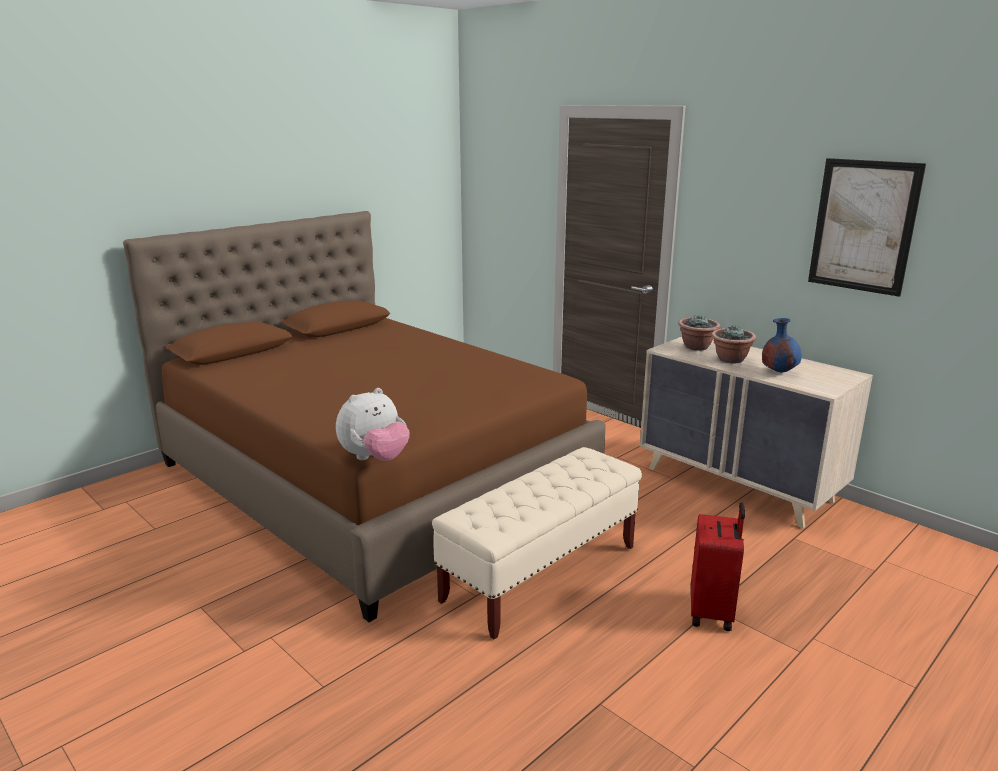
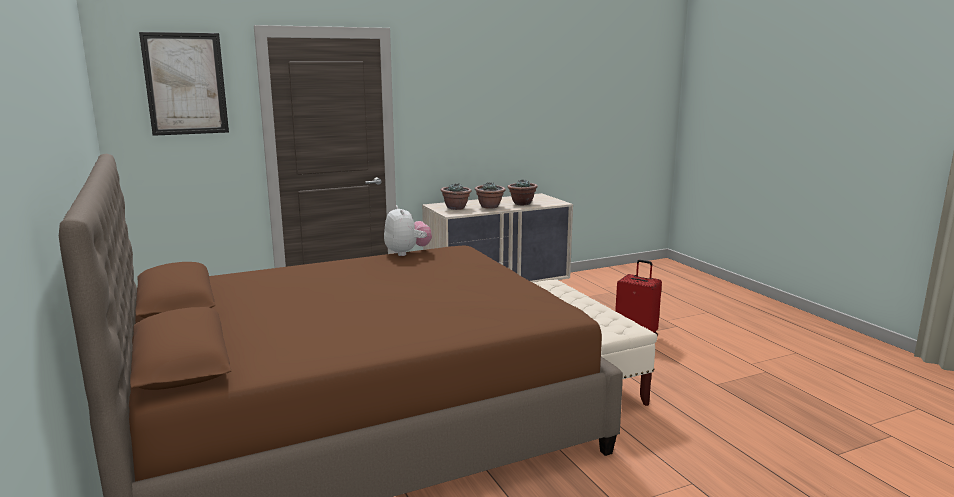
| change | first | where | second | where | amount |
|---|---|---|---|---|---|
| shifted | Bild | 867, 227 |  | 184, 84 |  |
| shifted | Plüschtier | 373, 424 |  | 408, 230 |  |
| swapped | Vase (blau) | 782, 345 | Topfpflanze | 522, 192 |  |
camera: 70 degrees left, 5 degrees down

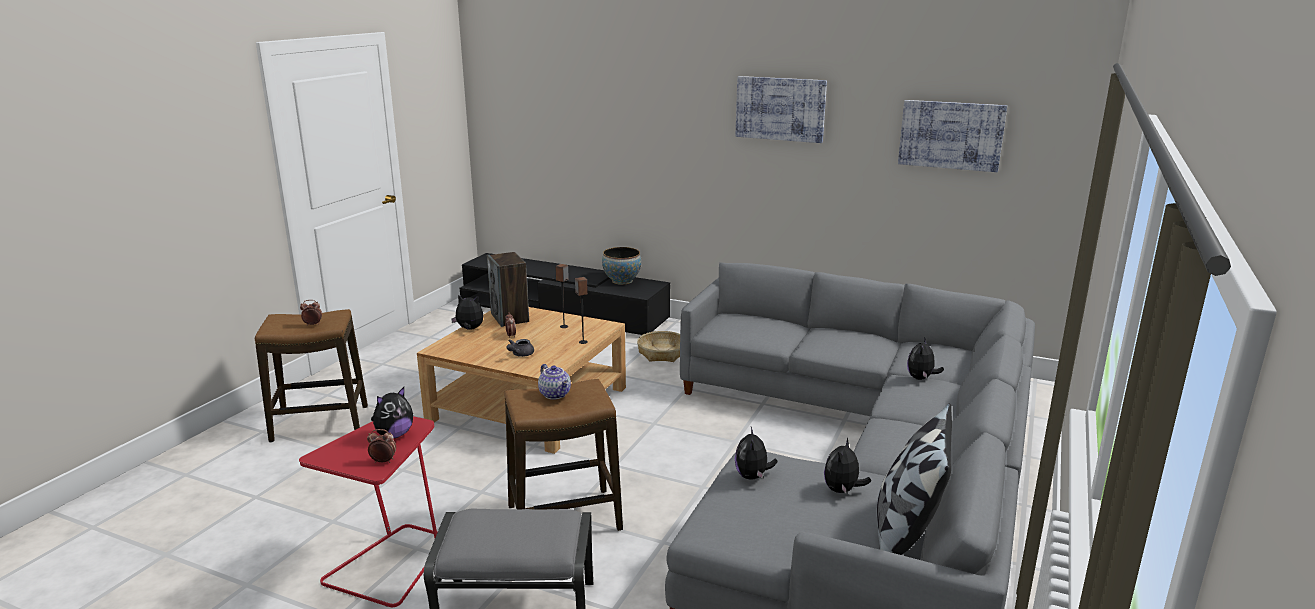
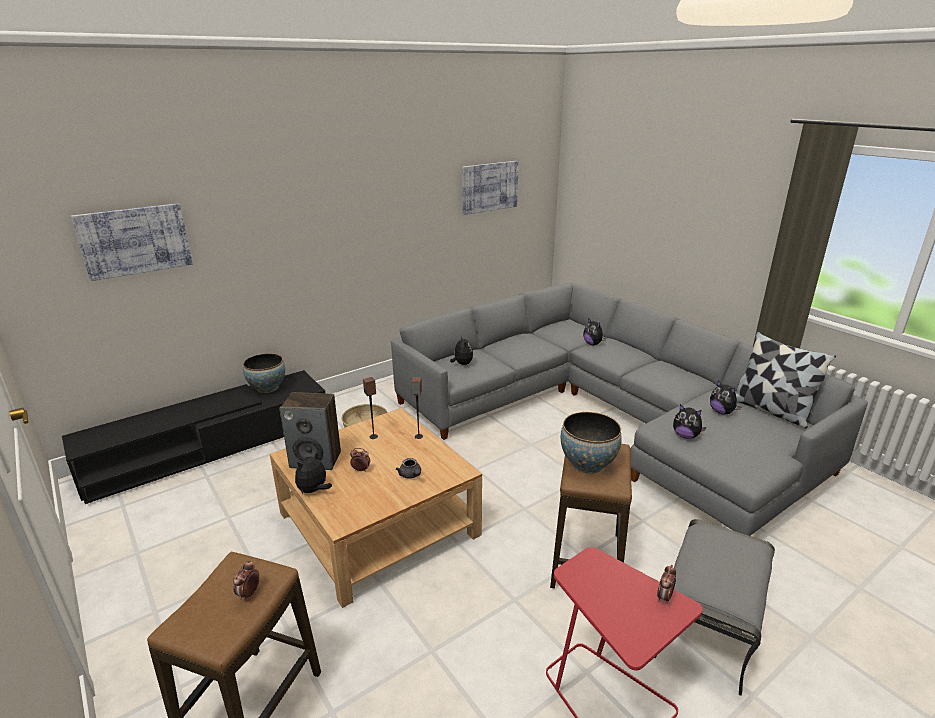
| change | first | where | second | where | amount |
|---|---|---|---|---|---|
| shifted | Bild | 781, 109 |  | 132, 242 |  |
| shifted | Plüschtier | 392, 413 |  | 461, 350 |  |
| swapped | Teekanne | 554, 382 | Schüssel | 591, 443 |  |
camera: 60 degrees left, 5 degrees up

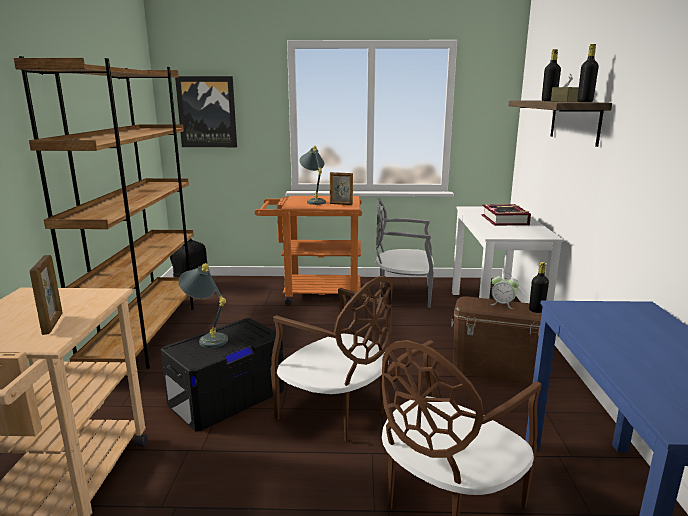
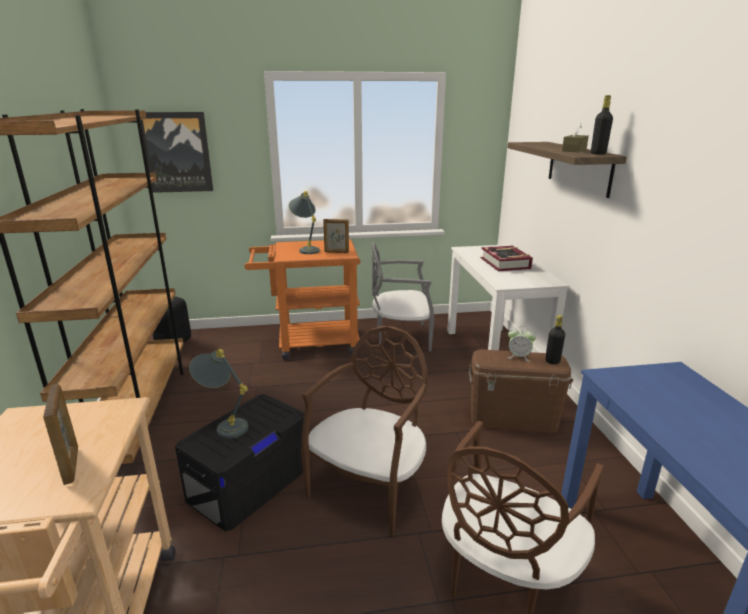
| change | first | where | second | where | amount |
|---|---|---|---|---|---|
| rotated | Stuhl (braun) | 332, 359 |  | 364, 431 | 90 degrees counterclockwise |
| gone | Flasche (schwarz) | 551, 75 |  |  |  |
camera: 10 degrees left, 5 degrees up

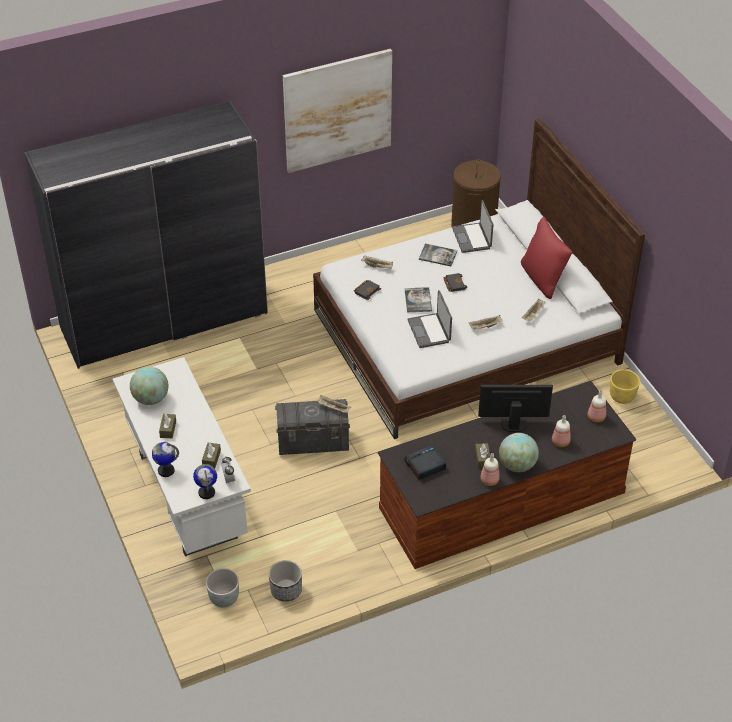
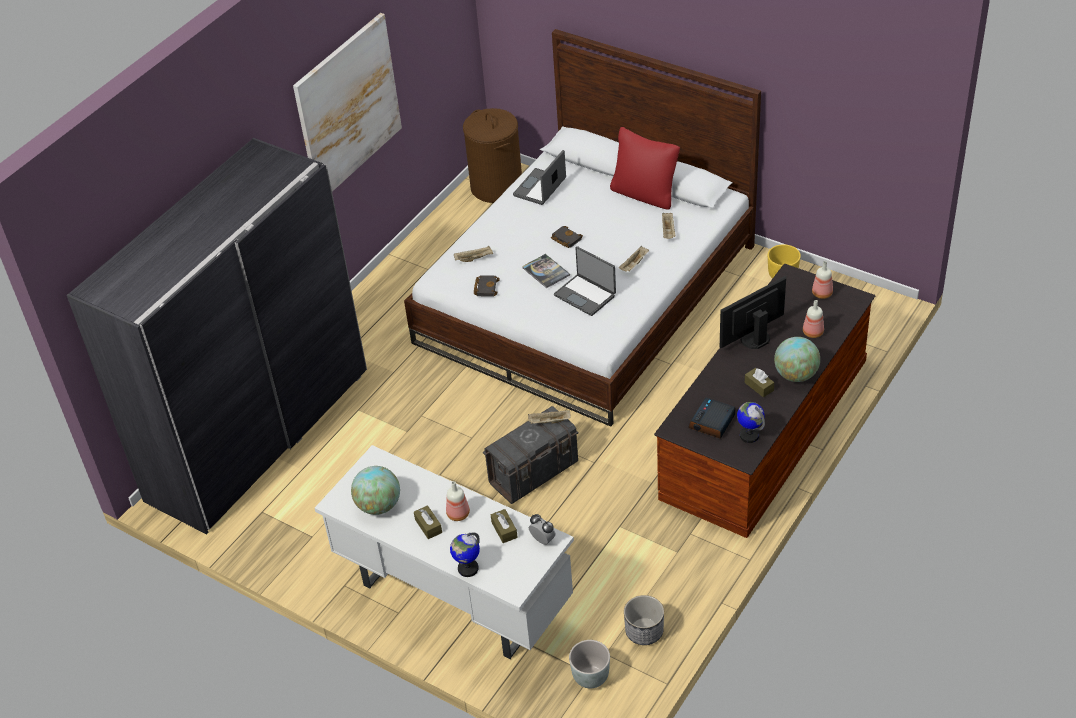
| change | first | where | second | where | amount |
|---|---|---|---|---|---|
| shifted | Flasche | 490, 469 |  | 458, 501 |  |
| rotated | Laptop | 472, 226 |  | 539, 177 | 75 degrees clockwise |
| shifted | Globus | 205, 481 |  | 751, 422 |  |
| gone | Buch | 438, 254 |  |  |  |
camera: 30 degrees left, 0 degrees up

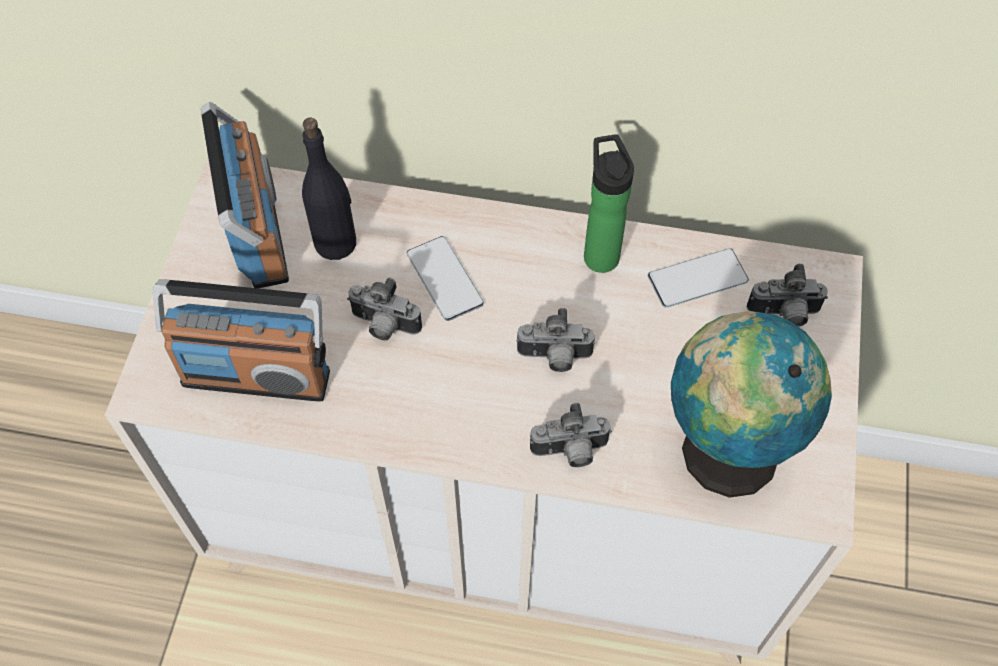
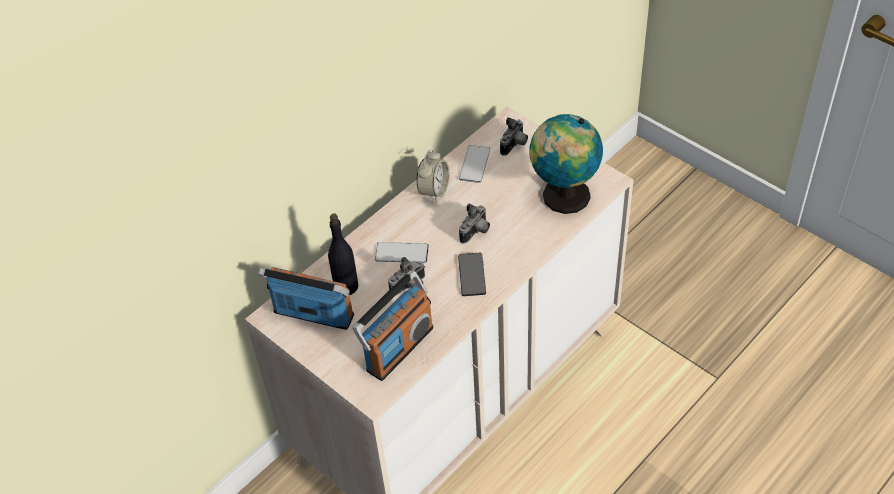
| change | first | where | second | where | amount |
|---|---|---|---|---|---|
| swapped | Flasche | 609, 204 | Wecker | 433, 176 |  |
| new |  |  | Handy | 472, 274 |  |
| gone | Kamera | 571, 435 |  |  |  |
camera: 55 degrees left, 10 degrees down

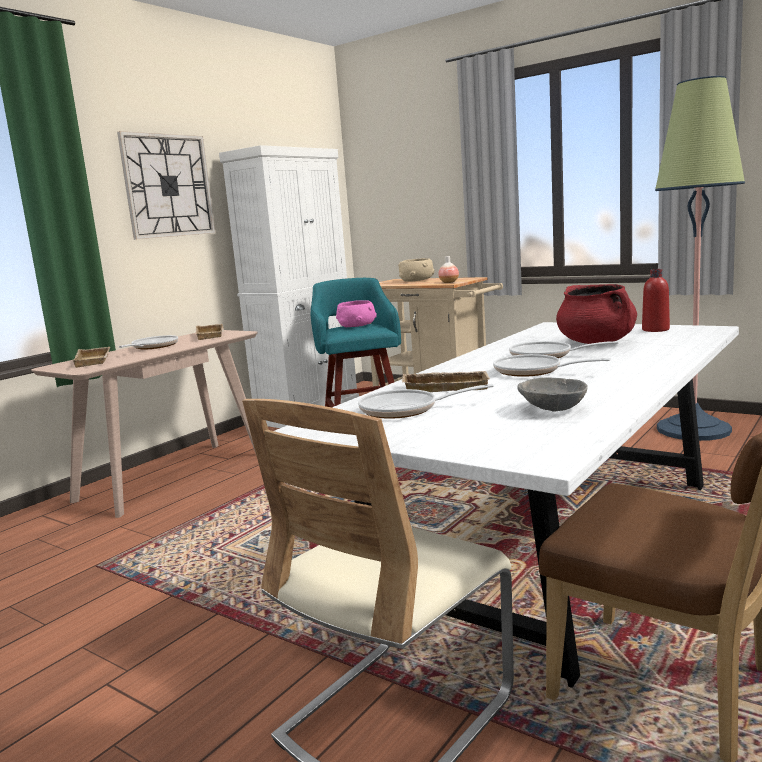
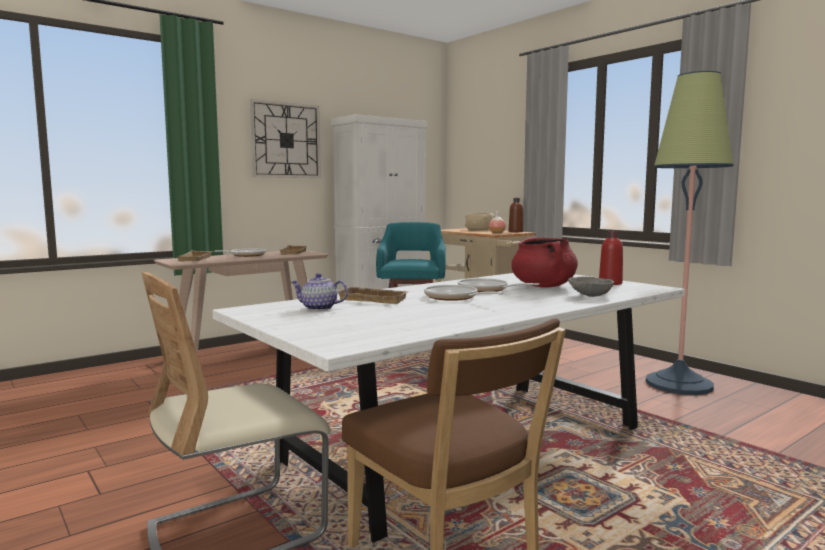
| change | first | where | second | where | amount |
|---|---|---|---|---|---|
| swapped | Pfanne | 426, 401 | Teekanne | 319, 292 |  |
| new |  |  | Flasche (braun) | 516, 215 |  |
| shifted | Schüssel (grau) | 552, 394 |  | 591, 287 |  |
| gone | Schüssel (rosa) | 356, 313 |  |  |  |
camera: 15 degrees right, 5 degrees down

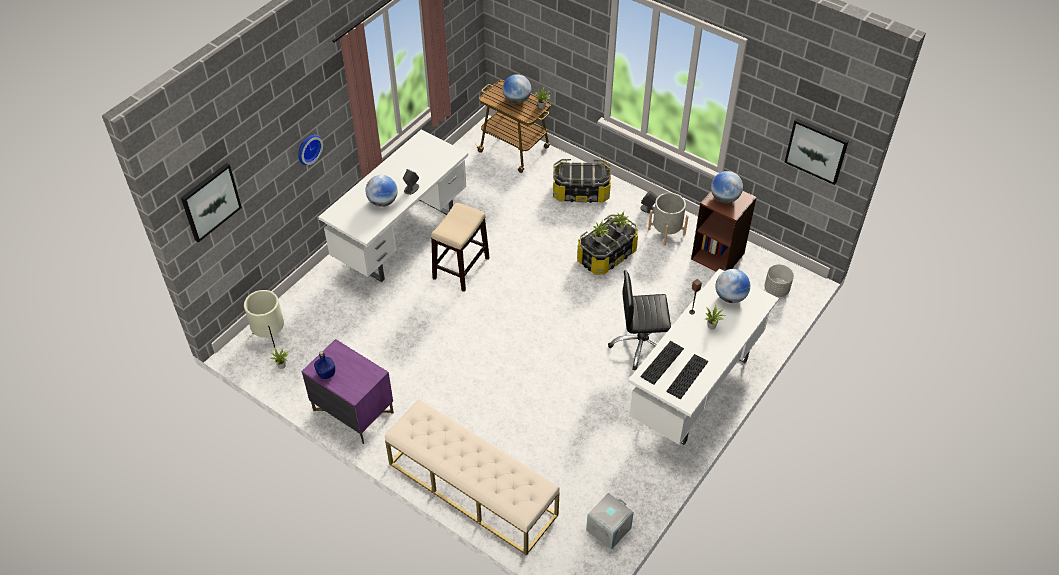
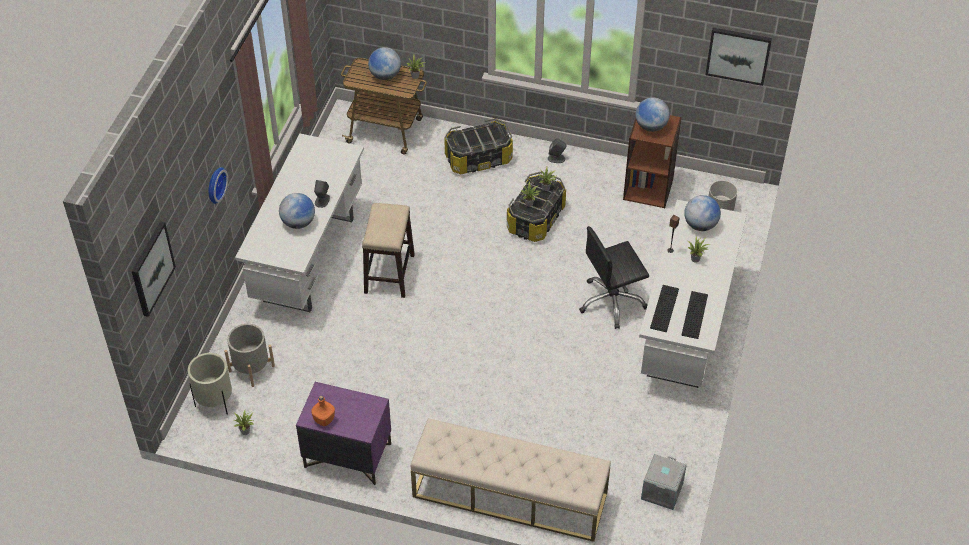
| change | first | where | second | where | amount |
|---|---|---|---|---|---|
| shifted | Pflanzkübel (grau) | 668, 219 |  | 249, 355 |  |
| repainted | Flasche (blau) | 324, 365 | Flasche (orange) | 323, 410 |  |
camera: 20 degrees left, 0 degrees up

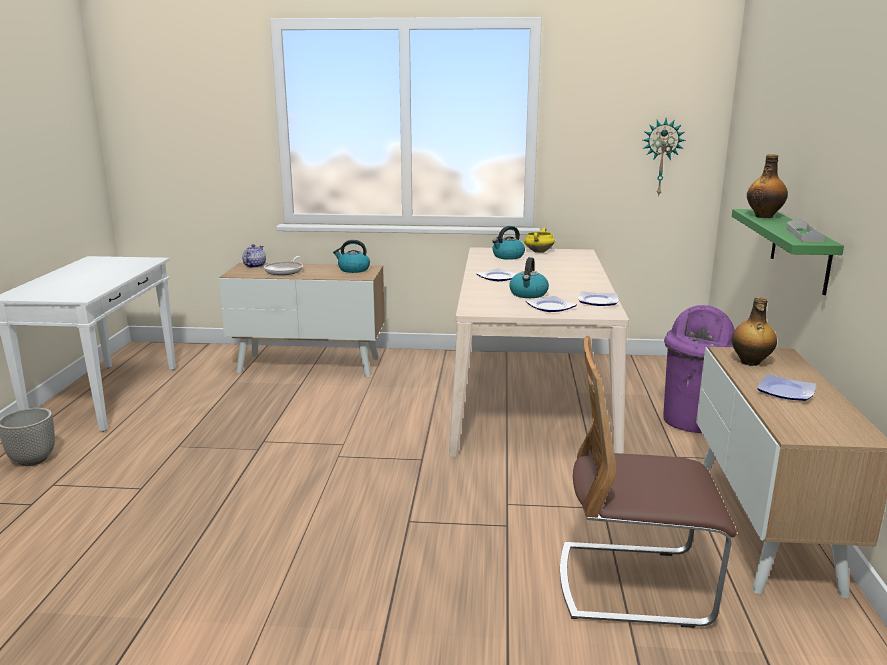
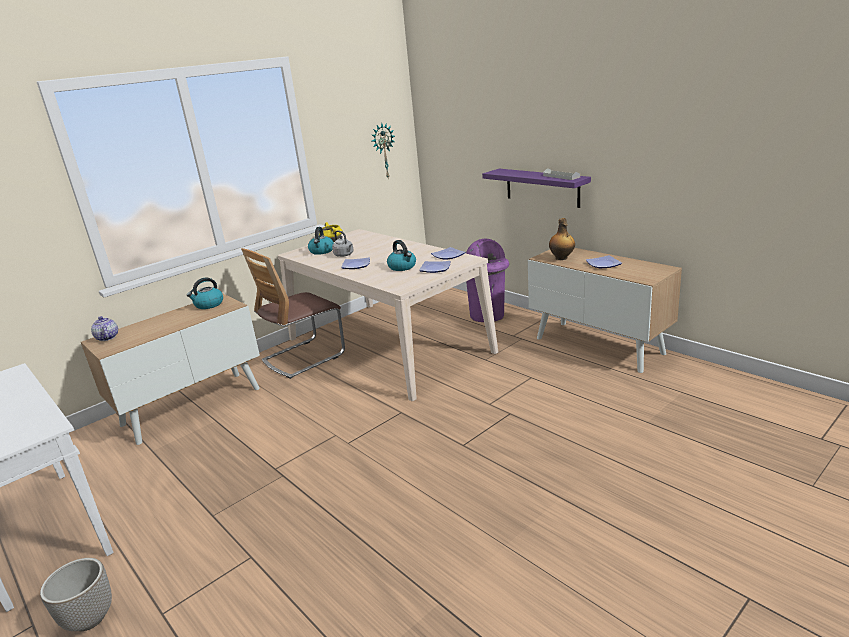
| change | first | where | second | where | amount |
|---|---|---|---|---|---|
| shifted | Stuhl | 648, 482 |  | 293, 313 |  |
| new |  |  | Wasserkessel (grau) | 342, 243 |  |
| repainted | Wandregal (grün) | 788, 252 | Wandregal (lila) | 536, 188 |  |
| gone | Pfanne | 283, 265 |  |  |  |
| gone | Flasche | 767, 186 |  |  |  |
camera: 45 degrees left, 5 degrees up

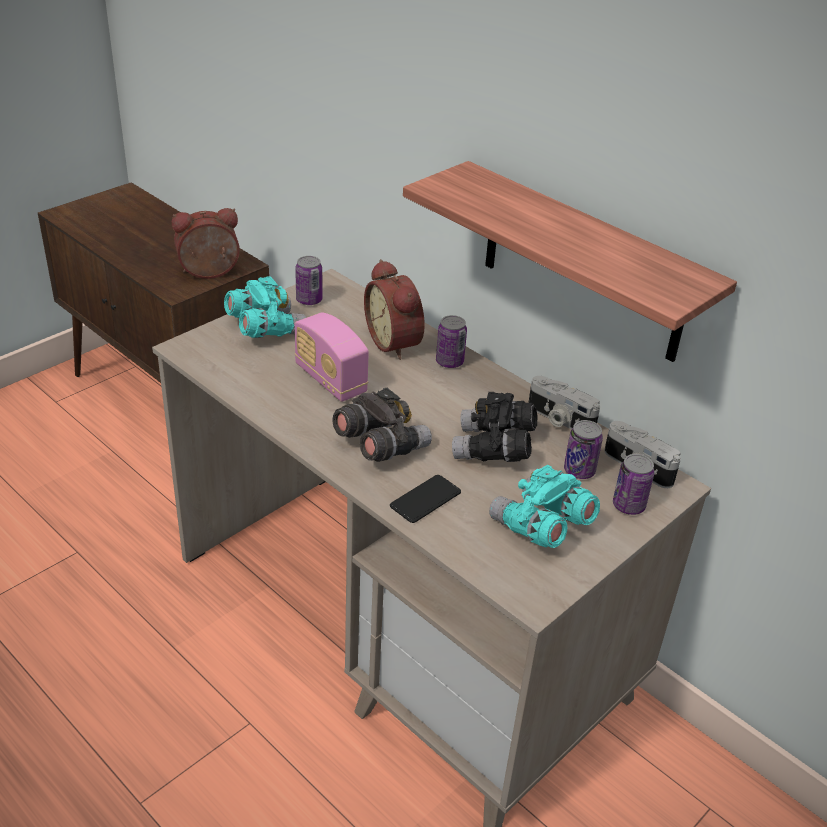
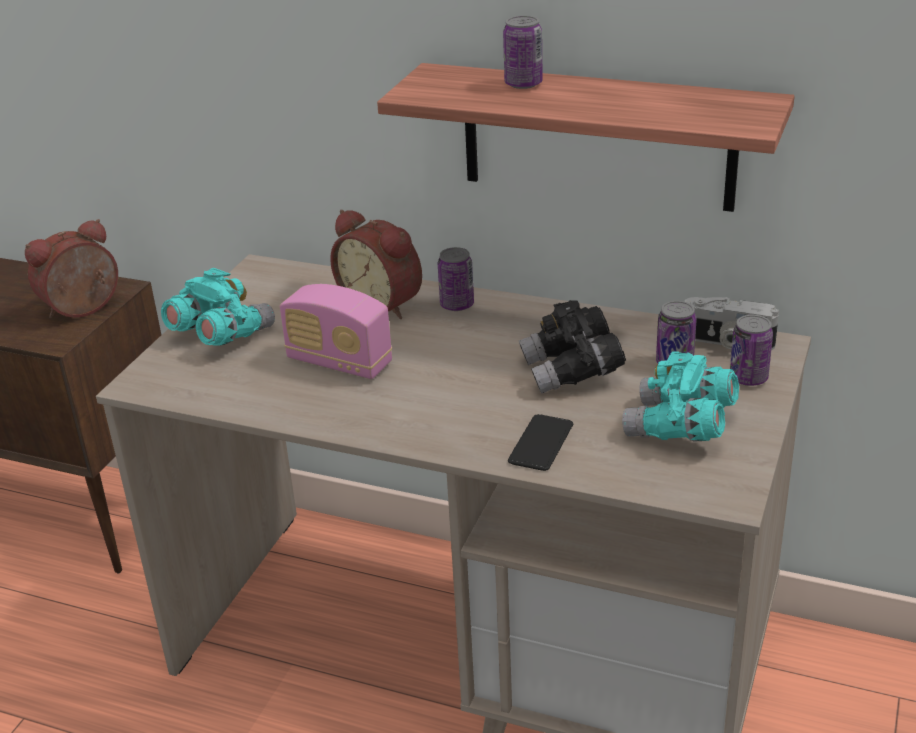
| change | first | where | second | where | amount |
|---|---|---|---|---|---|
| shifted | Dose | 309, 280 |  | 523, 52 |  |
| gone | Fernglas (grau) | 382, 425 |  |  |  |
| gone | Kamera | 564, 403 |  |  |  |
camera: 20 degrees left, 5 degrees down

